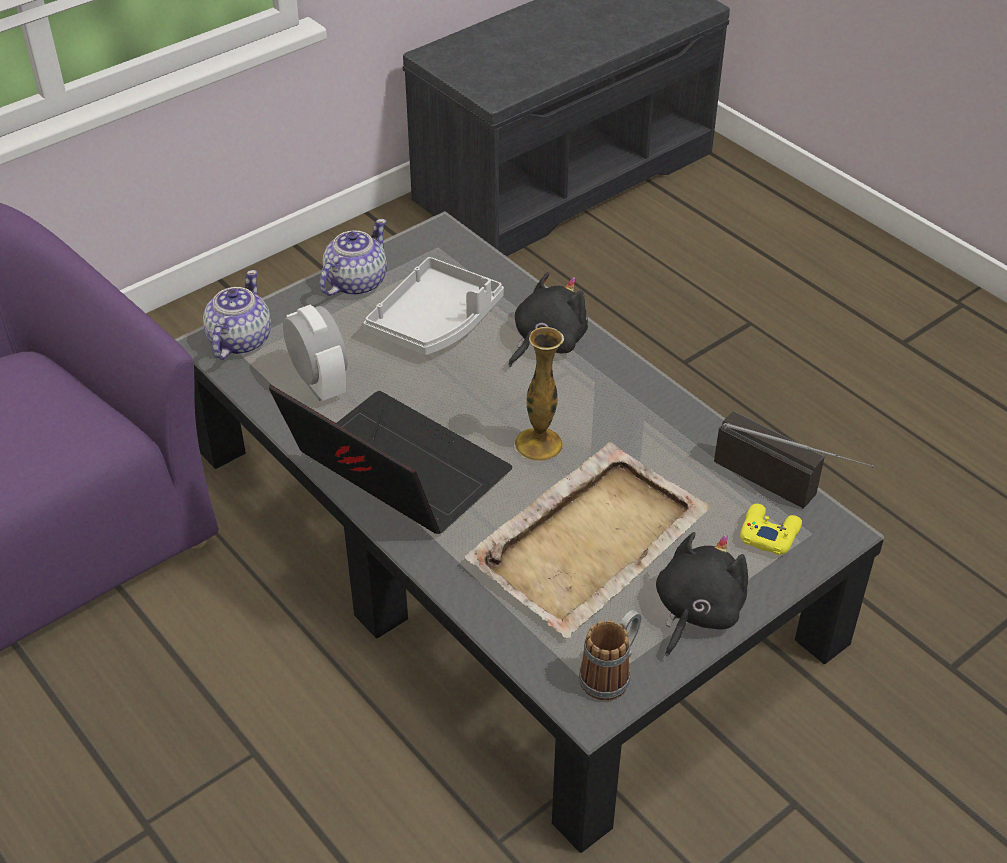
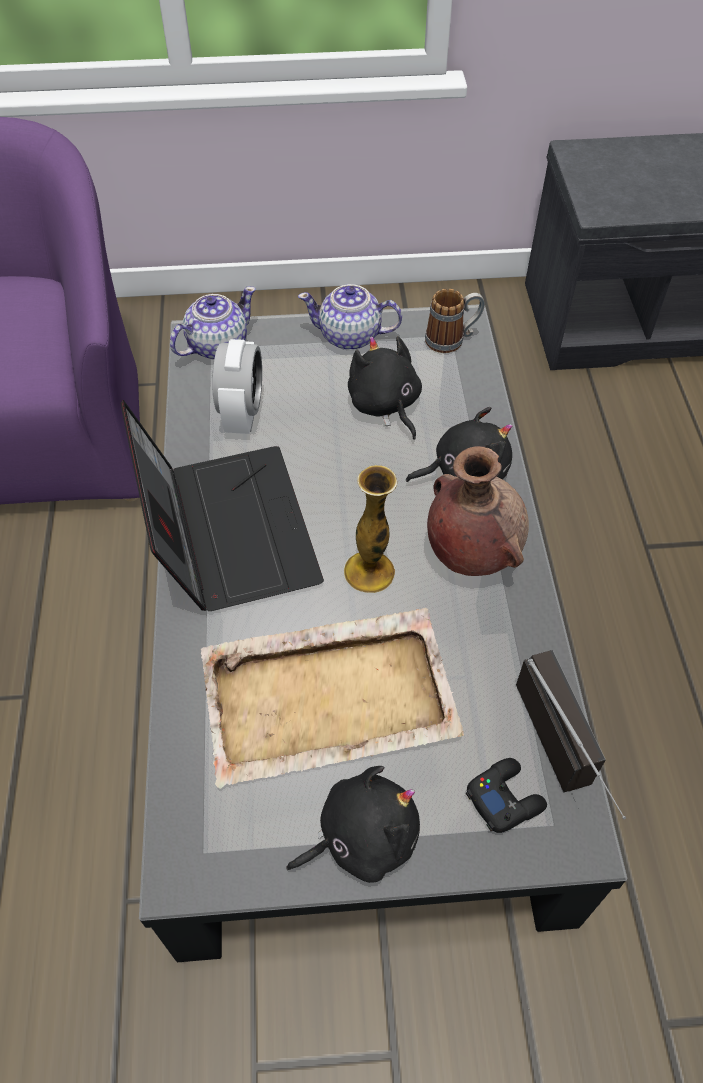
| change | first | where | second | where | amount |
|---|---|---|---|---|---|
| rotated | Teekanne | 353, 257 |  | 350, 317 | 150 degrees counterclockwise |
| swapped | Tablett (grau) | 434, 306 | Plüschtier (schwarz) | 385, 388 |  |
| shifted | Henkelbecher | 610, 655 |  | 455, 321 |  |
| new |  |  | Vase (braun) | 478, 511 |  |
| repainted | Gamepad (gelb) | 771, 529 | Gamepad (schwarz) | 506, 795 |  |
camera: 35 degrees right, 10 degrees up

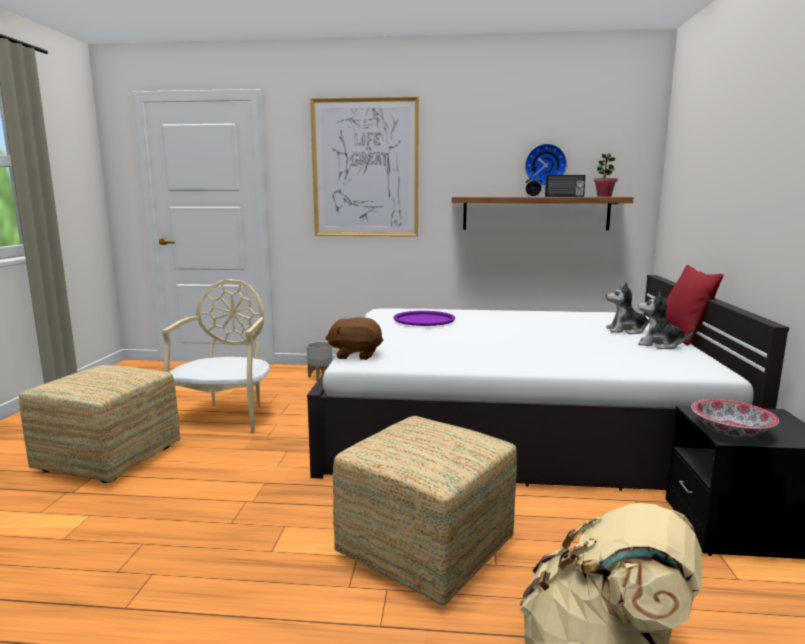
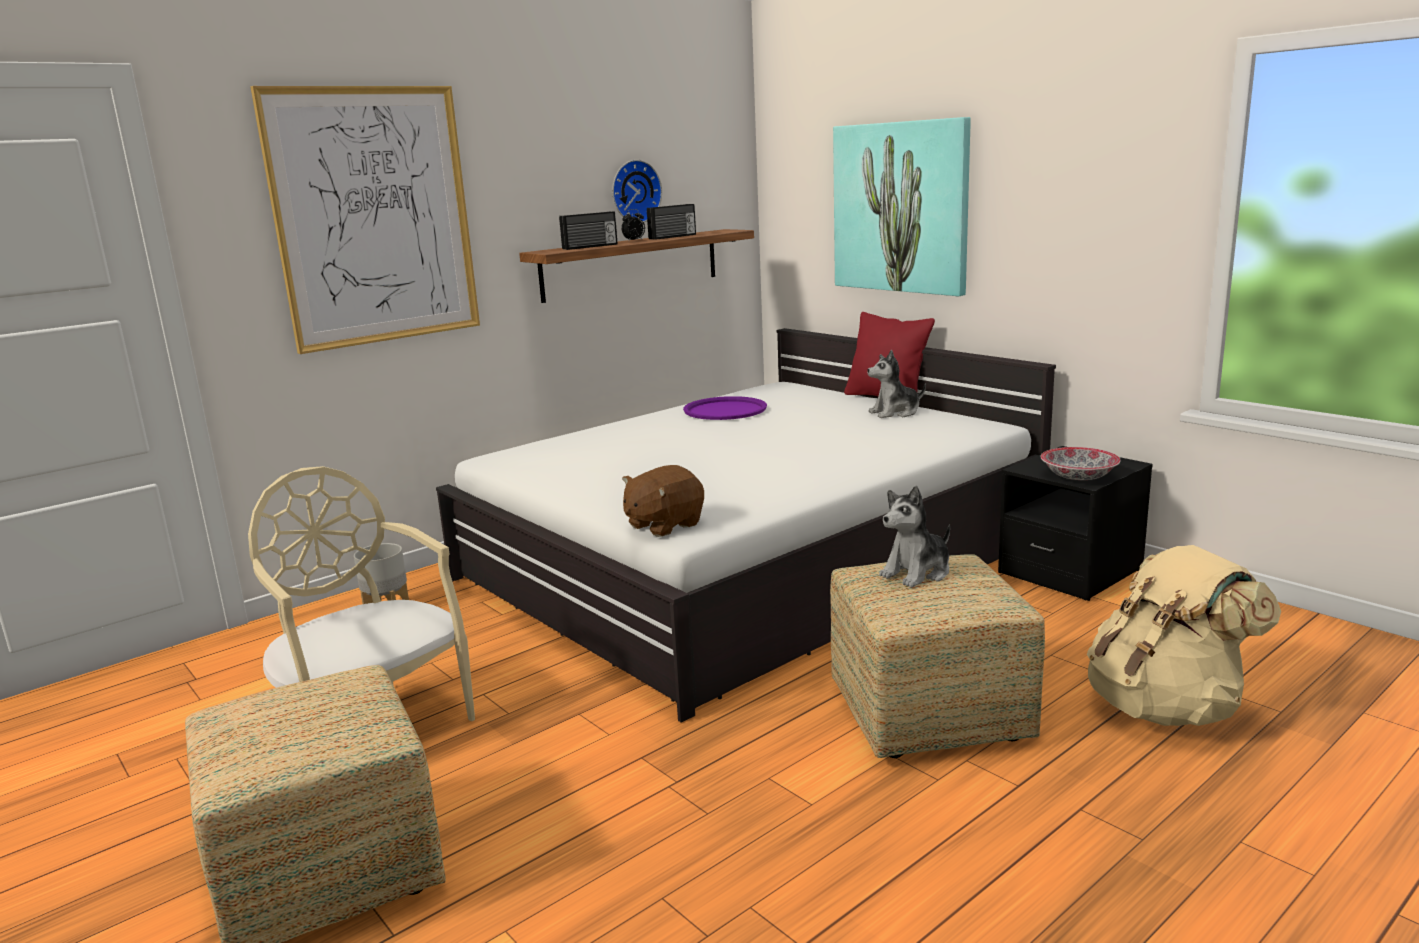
| change | first | where | second | where | amount |
|---|---|---|---|---|---|
| new |  |  | Radio | 588, 231 |  |
| shifted | Tablett (lila) | 424, 318 |  | 725, 408 |  |
| new |  |  | Bild | 902, 206 |  |
| shifted | Plüschtier | 628, 308 |  | 914, 537 |  |
| gone | Topfpflanze | 606, 175 |  |  |  |
camera: 45 degrees left, 5 degrees up

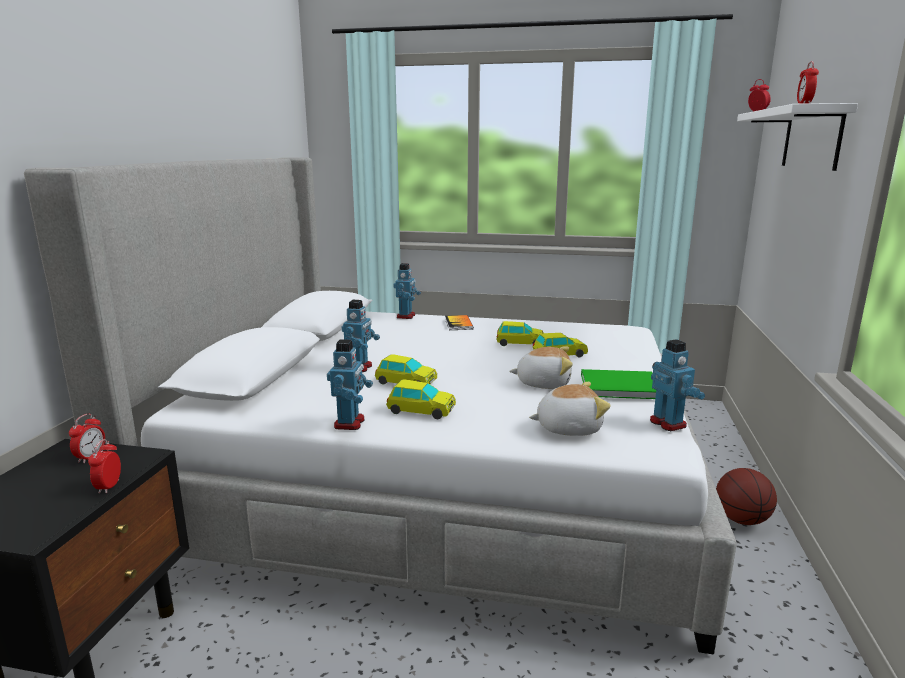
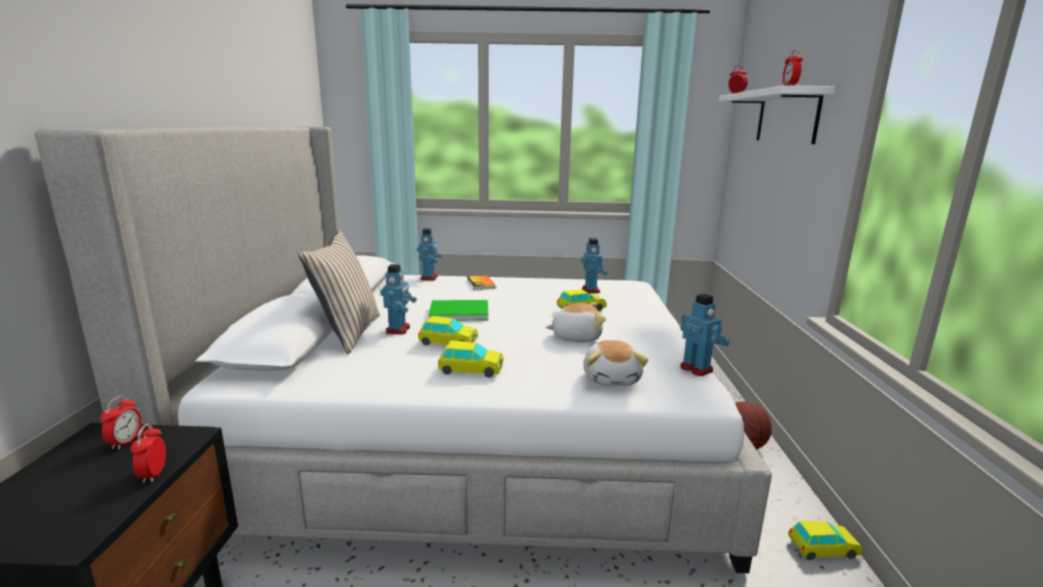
| change | first | where | second | where | amount |
|---|---|---|---|---|---|
| new |  |  | Kissen (beige) | 339, 292 |  |
| shifted | Buch (grün) | 618, 384 |  | 458, 310 |  |
| shifted | Spielzeugroboter | 350, 384 |  | 594, 265 |  |
| rotated | Plüschtier | 569, 409 |  | 615, 363 | 105 degrees clockwise |
| shifted | Spielzeugauto | 520, 333 |  | 825, 540 |  |
camera: 10 degrees left, 0 degrees up

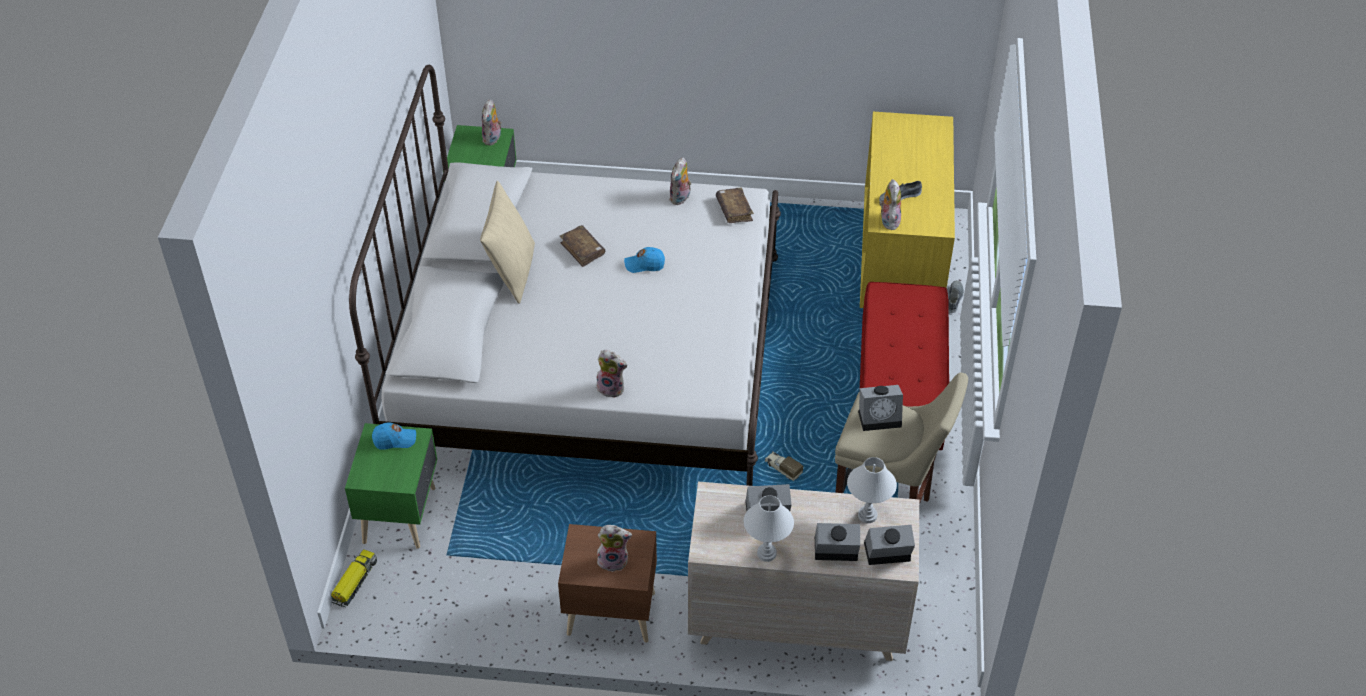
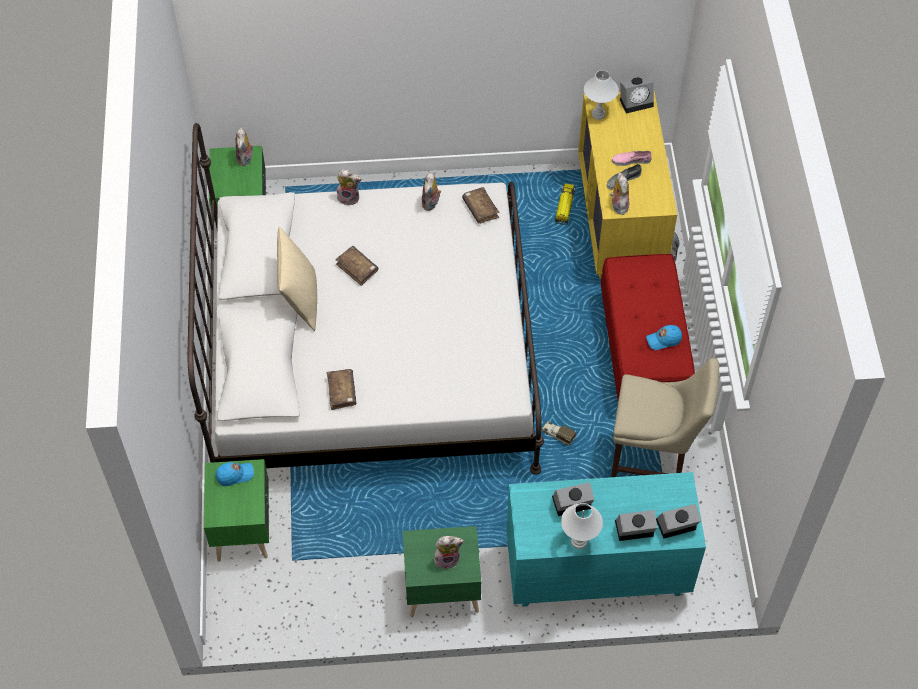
| change | first | where | second | where | amount |
|---|---|---|---|---|---|
| new |  |  | Buch (braun) | 342, 389 |  |
| shifted | Plüschtier | 611, 374 |  | 349, 187 |  |
| repainted | Nachttisch (braun) | 607, 583 | Nachttisch (grün) | 442, 571 |  |
| repainted | Kommode (beige) | 803, 571 | Kommode (türkis) | 606, 539 |  |
| shifted | Spielzeuglaster | 354, 578 |  | 565, 204 |  |
| shifted | Tischlampe (weiß) | 872, 490 |  | 601, 95 |  |
| new |  |  | Schuh (rosa) | 632, 158 |  |
| shifted | Wecker | 880, 408 |  | 637, 94 |  |
| shifted | Kappe (blau) | 644, 260 |  | 664, 337 |  |
camera: 10 degrees left, 10 degrees up

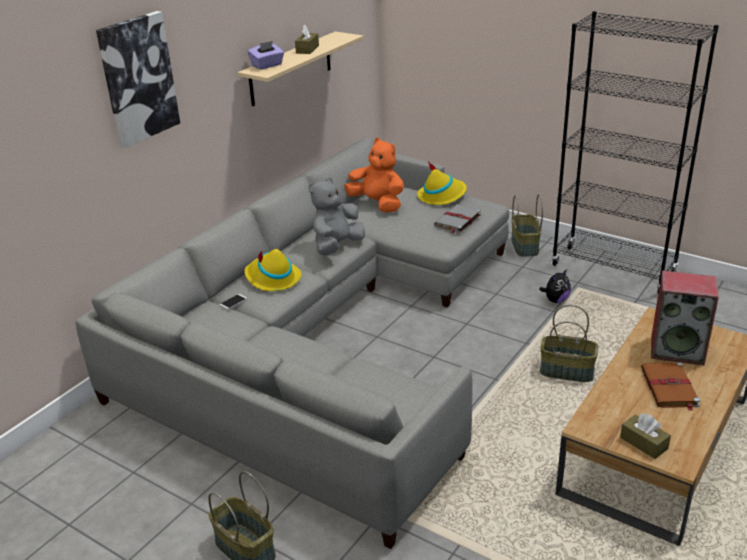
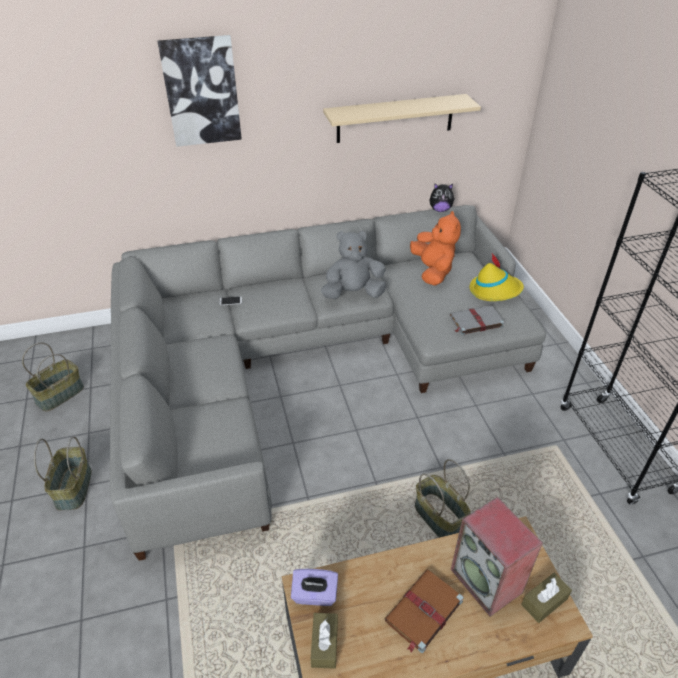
| change | first | where | second | where | amount |
|---|---|---|---|---|---|
| shifted | Korb | 527, 225 |  | 53, 377 |  |
| shifted | Taschentuchbox (lila) | 266, 55 |  | 314, 587 |  |
| shifted | Plüschtier | 555, 286 |  | 442, 198 |  |
| shifted | Taschentuchbox (braun) | 307, 39 |  | 546, 598 |  |
| gone | Hut (gelb) | 272, 270 |  |  |  |
camera: 40 degrees right, 10 degrees up

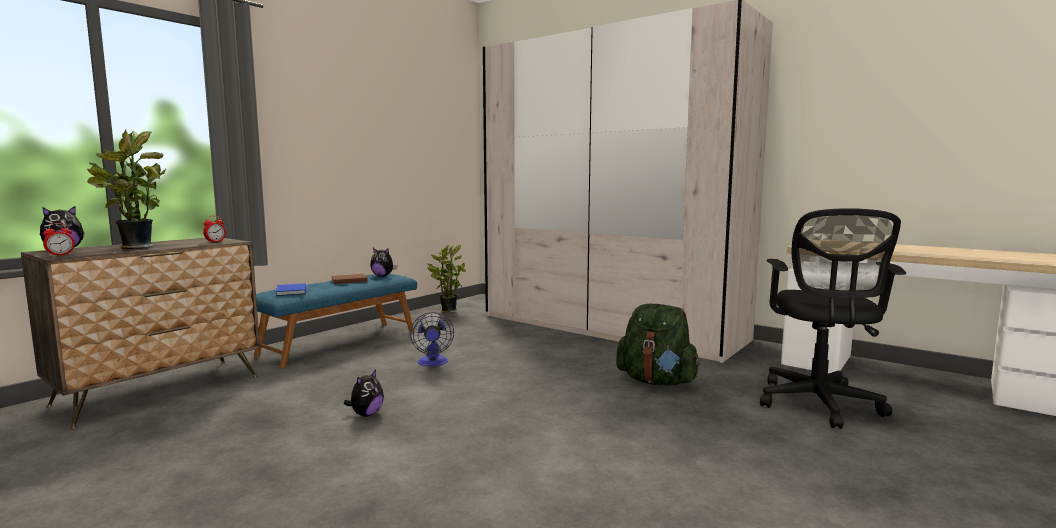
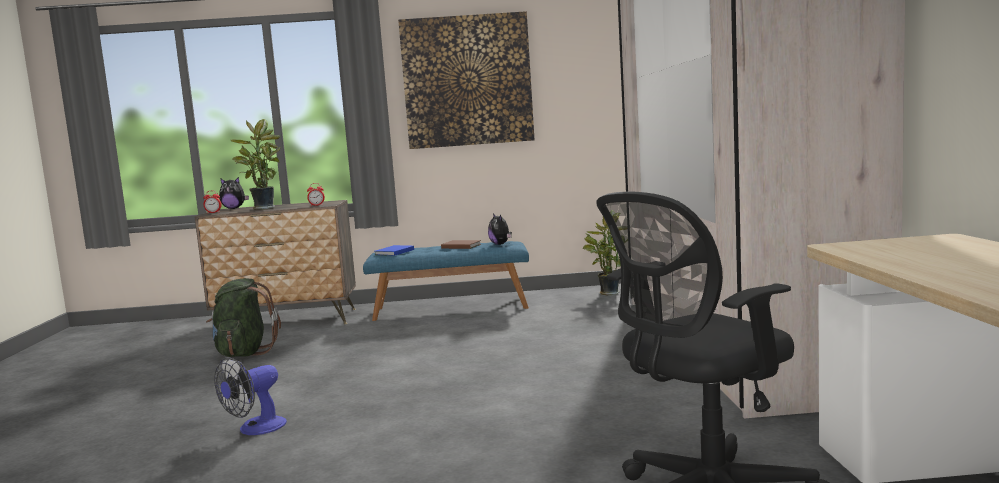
| change | first | where | second | where | amount |
|---|---|---|---|---|---|
| shifted | Rucksack (grün) | 658, 345 |  | 243, 317 |  |
| shifted | Ventilator | 432, 339 |  | 250, 396 |  |
| new |  |  | Bild | 466, 80 |  |
| gone | Plüschtier | 364, 393 |  |  |  |
camera: 50 degrees right, 0 degrees up

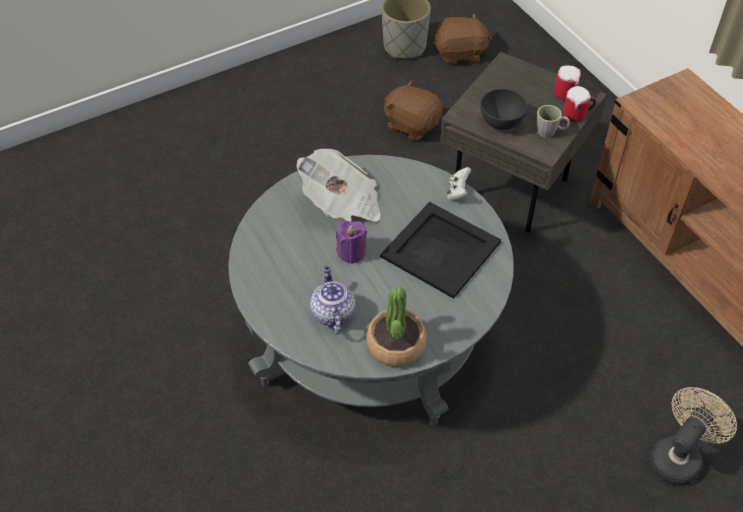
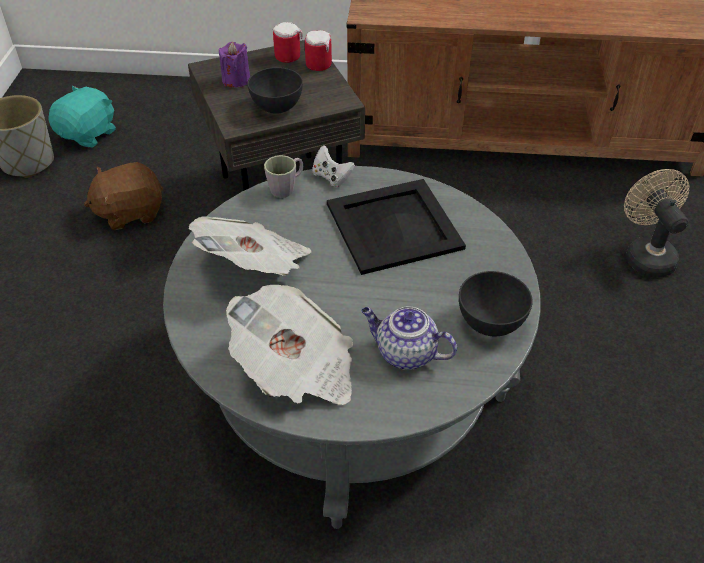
| change | first | where | second | where | amount |
|---|---|---|---|---|---|
| repainted | Plüschtier (braun) | 463, 39 | Plüschtier (türkis) | 82, 117 |  |
| shifted | Kerze (lila) | 351, 242 |  | 234, 64 |  |
| new |  |  | Zeitung | 289, 345 |  |
| shifted | Henkelbecher (grau) | 553, 121 |  | 283, 176 |  |
| swapped | Topfpflanze | 396, 327 | Schüssel (grau) | 496, 303 |  |
camera: 55 degrees left, 5 degrees down

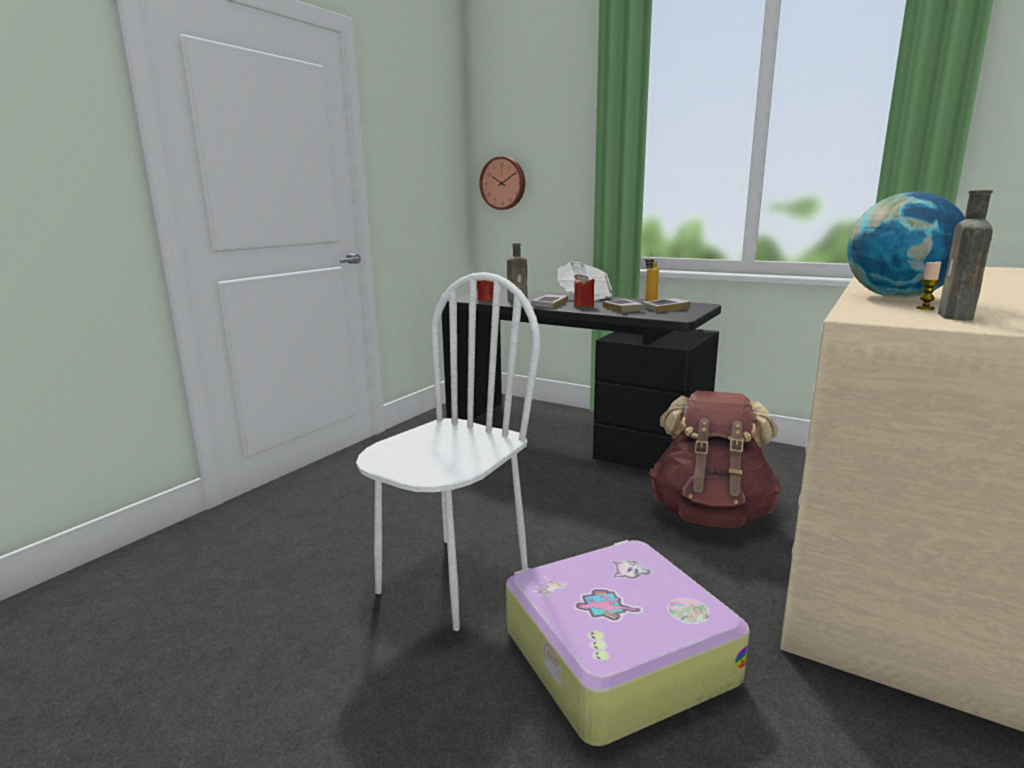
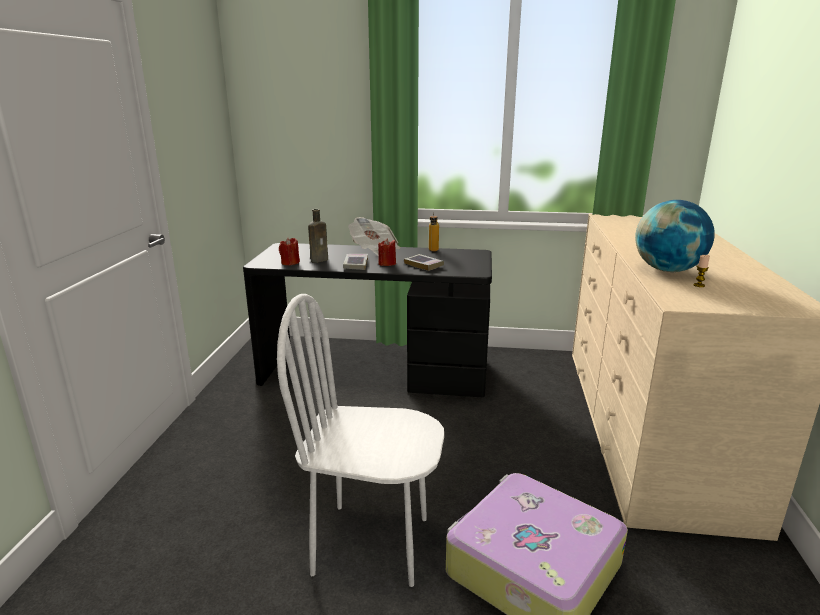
| change | first | where | second | where | amount |
|---|---|---|---|---|---|
| rotated | Stuhl (weiß) | 448, 451 |  | 360, 440 | 90 degrees counterclockwise |
| gone | Wanduhr | 502, 183 |  |  |  |
| gone | Buch | 666, 305 |  |  |  |
| gone | Rucksack (braun) | 715, 459 |  |  |  |
| gone | Flasche (braun) | 965, 255 |  |  |  |
camera: 25 degrees left, 5 degrees up

